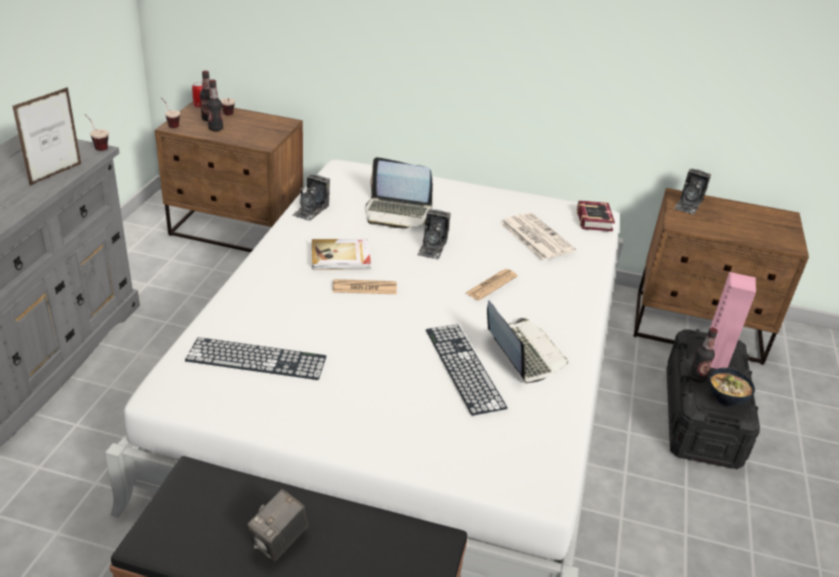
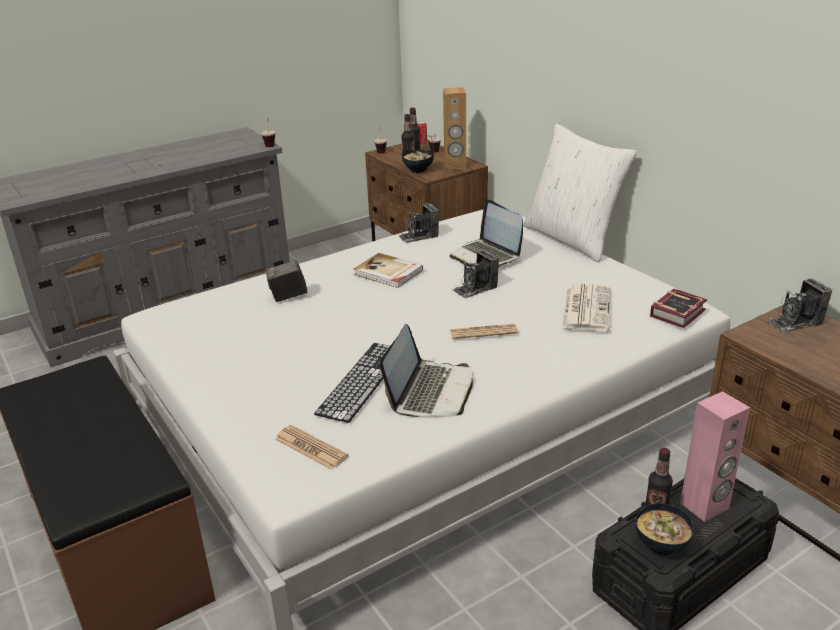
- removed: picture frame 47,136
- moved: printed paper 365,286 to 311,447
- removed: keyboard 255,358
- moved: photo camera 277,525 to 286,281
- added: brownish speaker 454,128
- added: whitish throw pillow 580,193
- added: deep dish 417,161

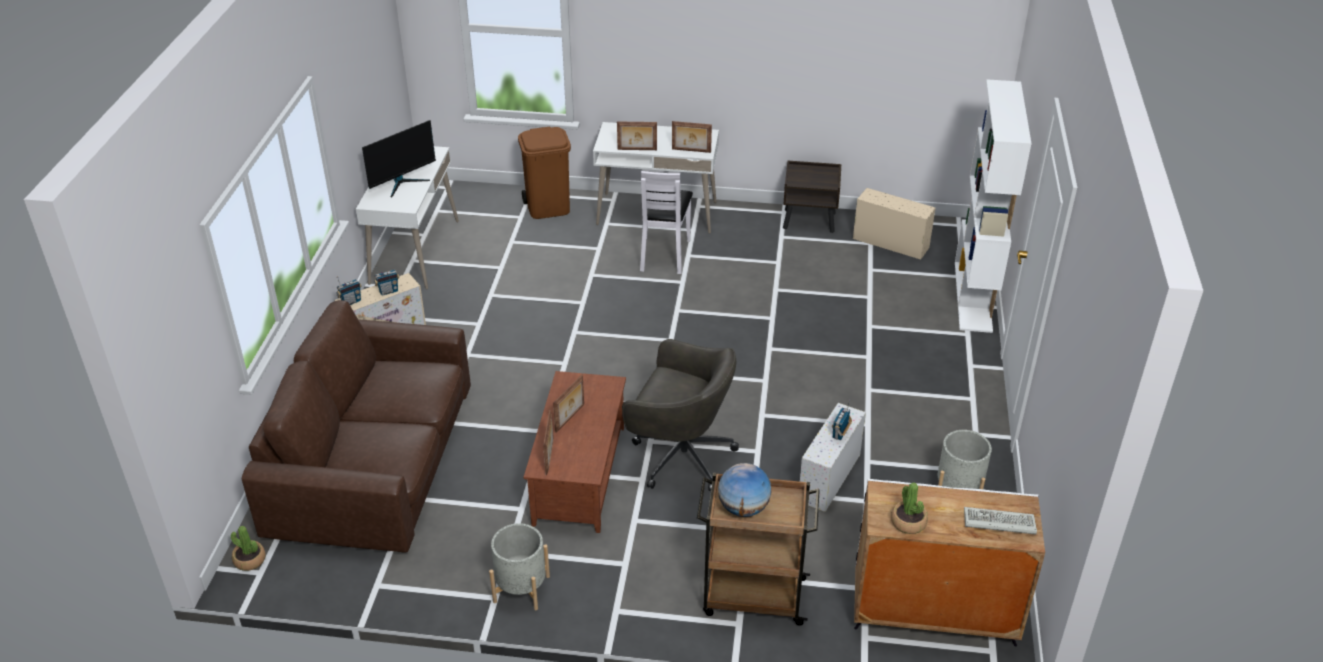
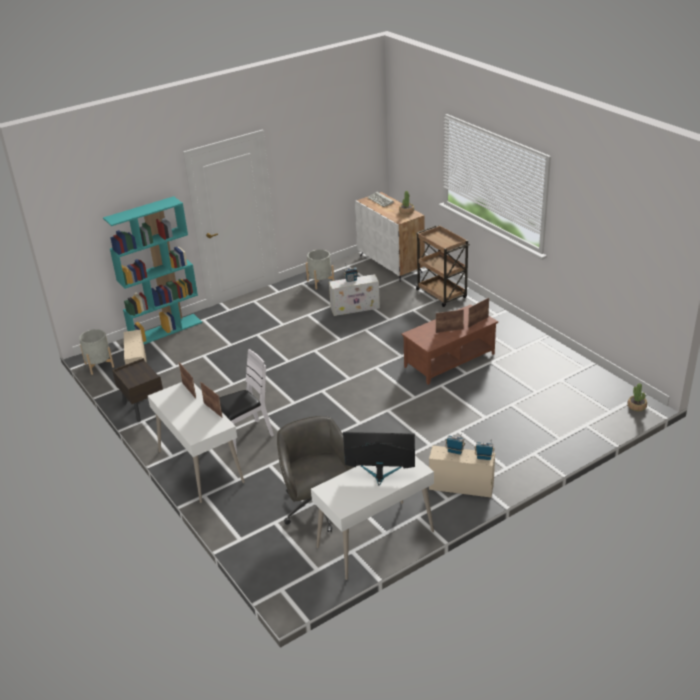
- recoloured: whitish bookcase 993,206 to turquoise bookcase 152,270
- removed: brownish trash can 544,173
- removed: brownish sofa 356,426
- moved: greyish computer chair 680,415 to 317,474
- removed: world globe 745,490
- moved: greyish flower pot 519,566 to 96,352

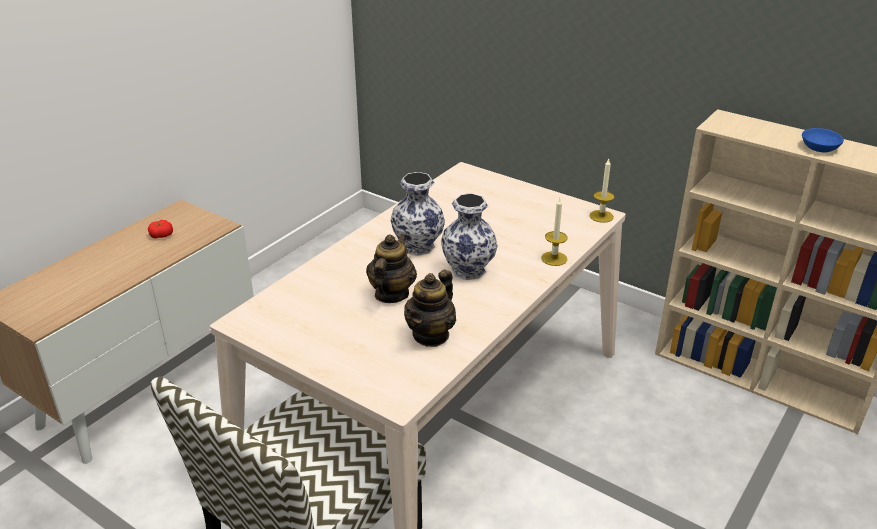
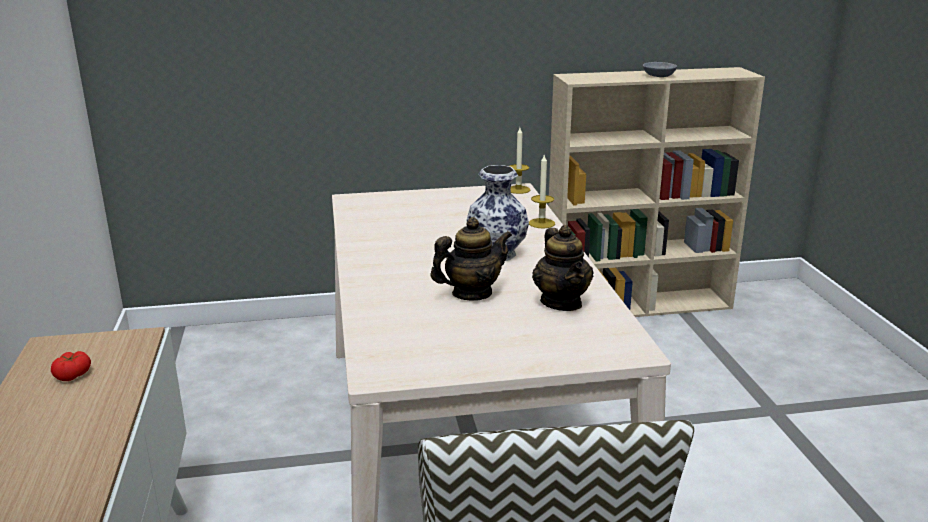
- recoloured: blue-coloured deep dish 823,140 to greyish deep dish 660,69
- removed: decorative vase 417,214
- turned: tea pot 391,268 = 471,258 90 degrees clockwise

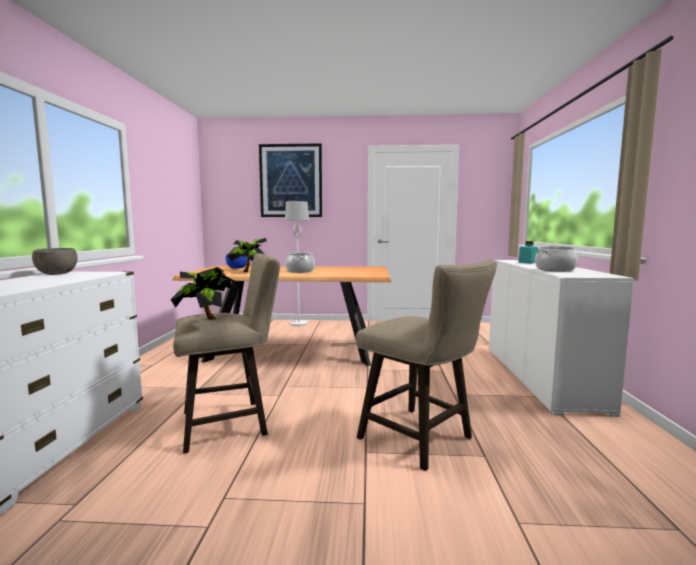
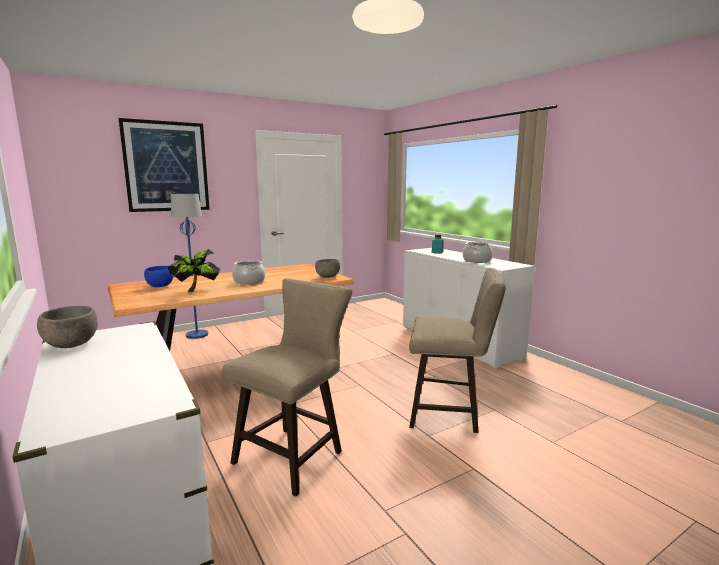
- recoloured: whitish standing lamp 297,263 to blue-coloured standing lamp 189,266
- removed: potted plant 202,293
- added: greyish deep dish 327,268

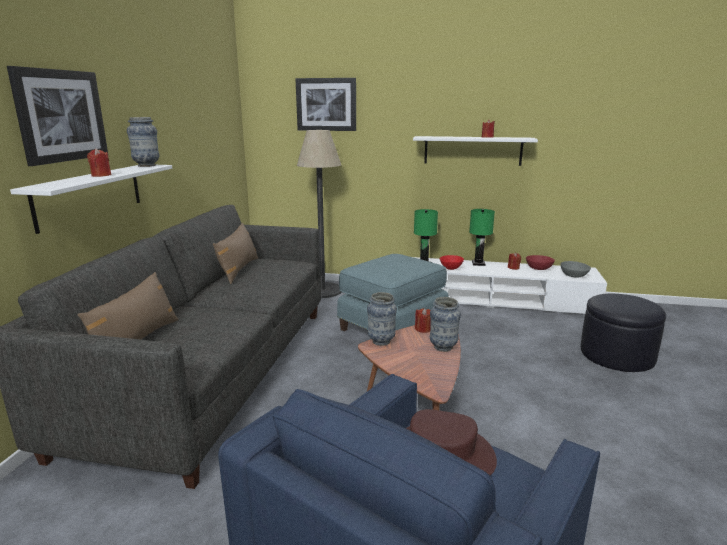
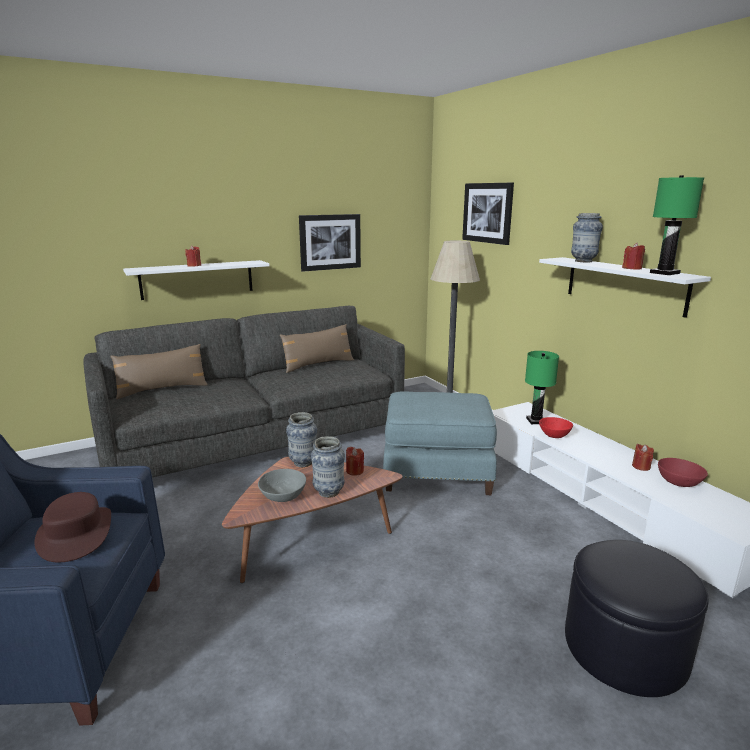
- moved: wall picture 57,116 to 330,243
- moved: decorative vase 143,142 to 587,237
- moved: greenish table lamp 482,237 to 677,225
- moved: greyish deep dish 576,269 to 282,485

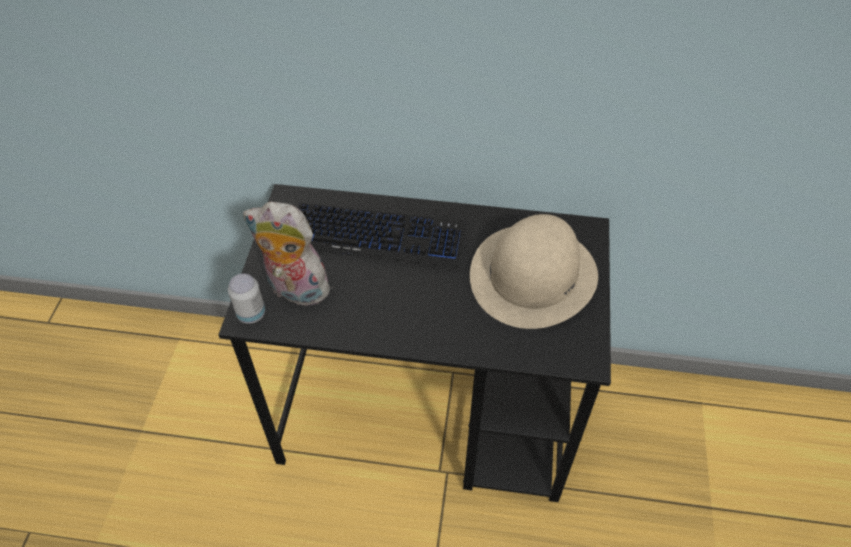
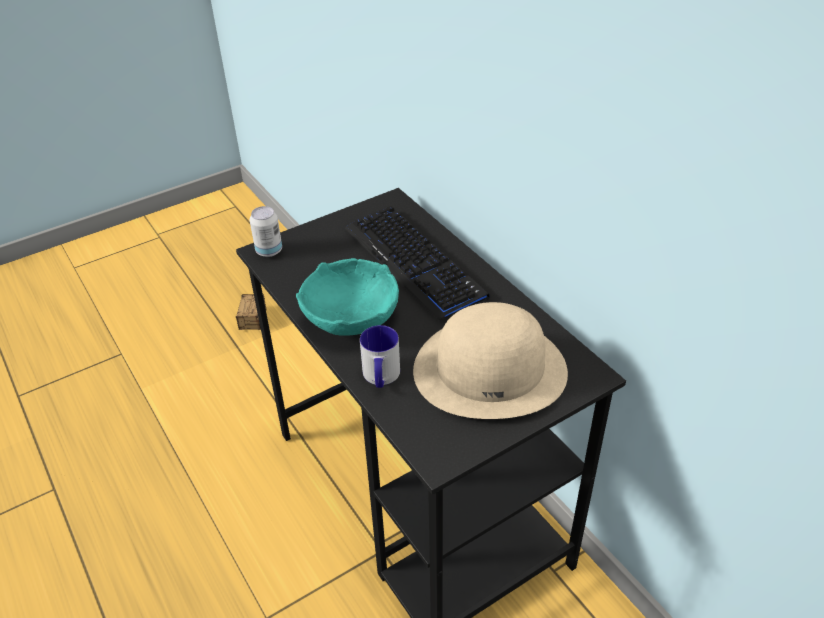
- removed: soft toy 290,254
- added: turquoise deep dish 347,297
- added: storage container 251,312
- added: mug 380,356

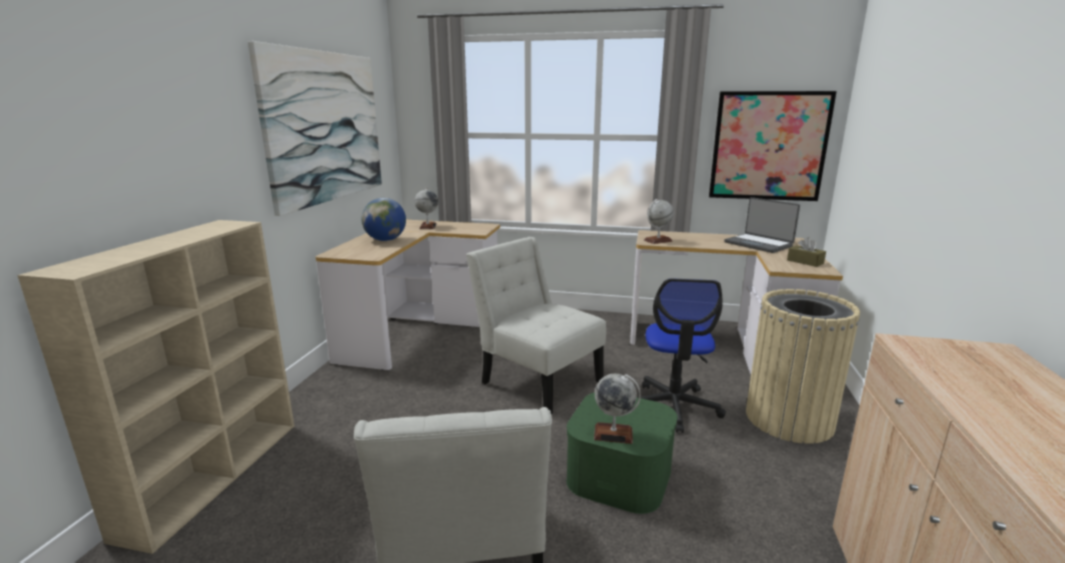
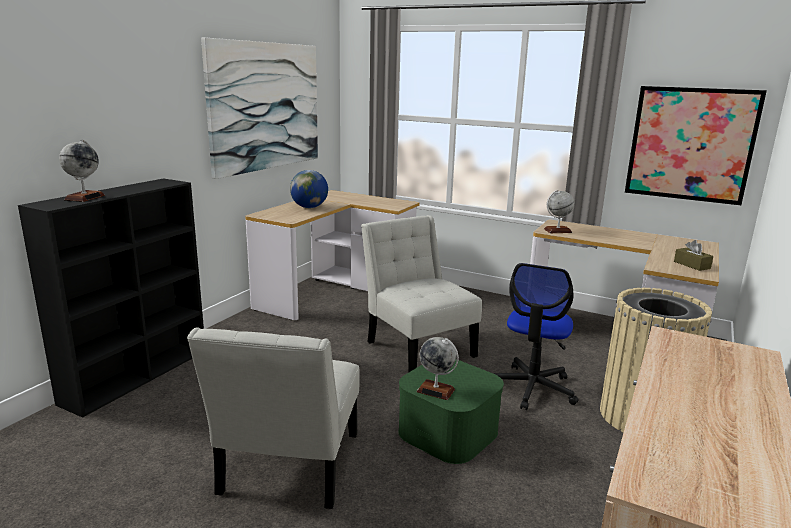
- moved: world globe 426,208 to 82,170
- removed: notebook computer 762,225
- recoloured: beige-coloured bookcase 155,387 to black-coloured bookcase 111,298

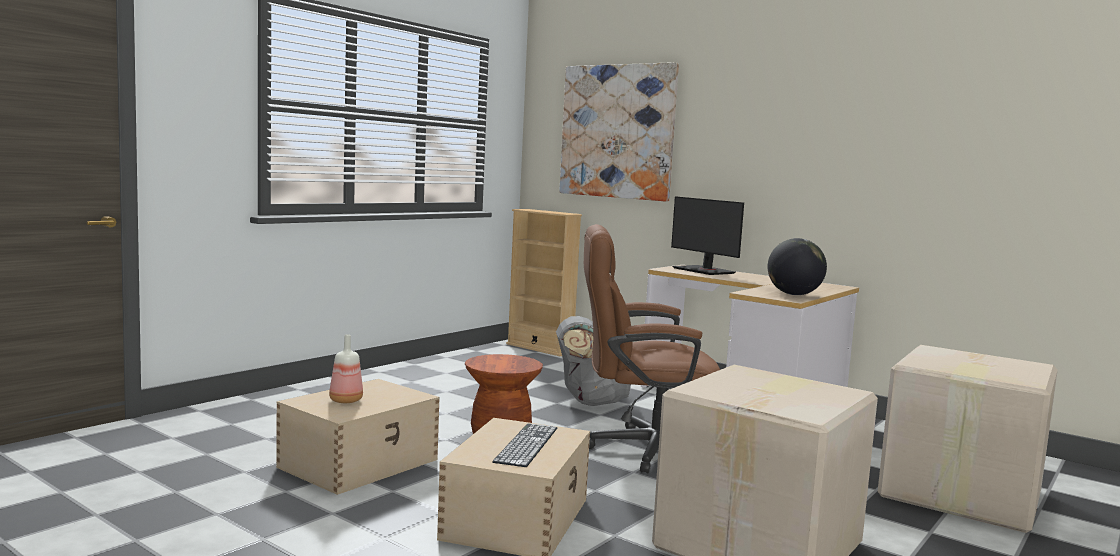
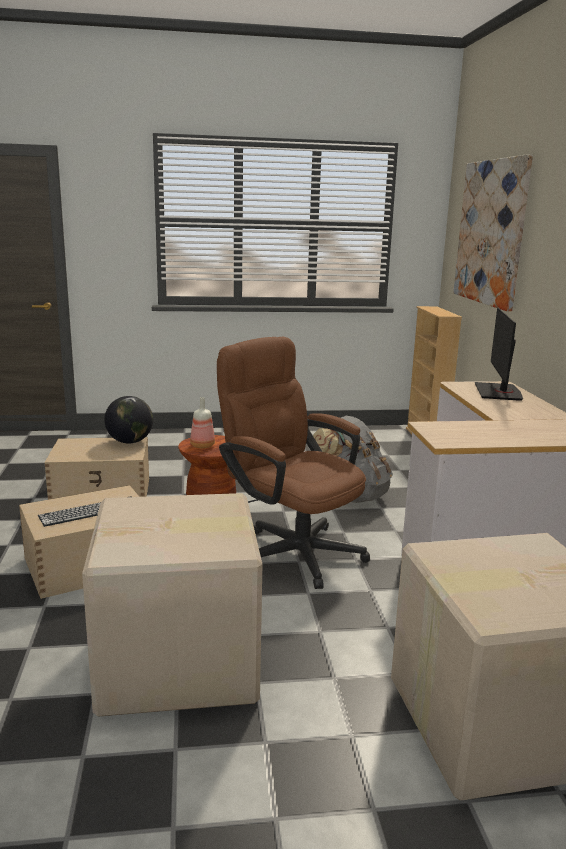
- moved: world globe 797,266 to 128,419
- moved: drink bottle 346,368 to 202,422

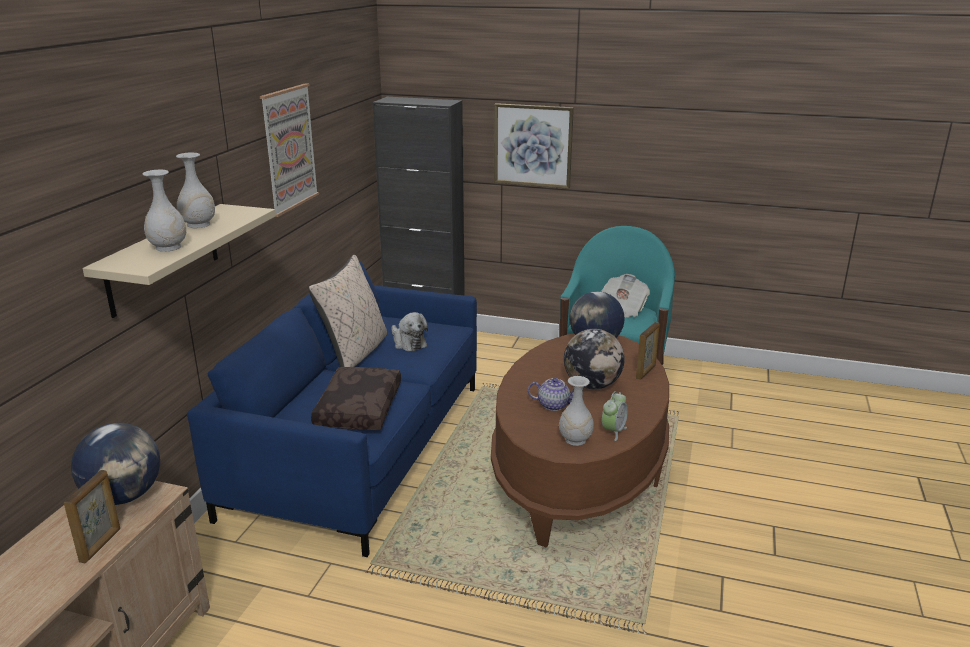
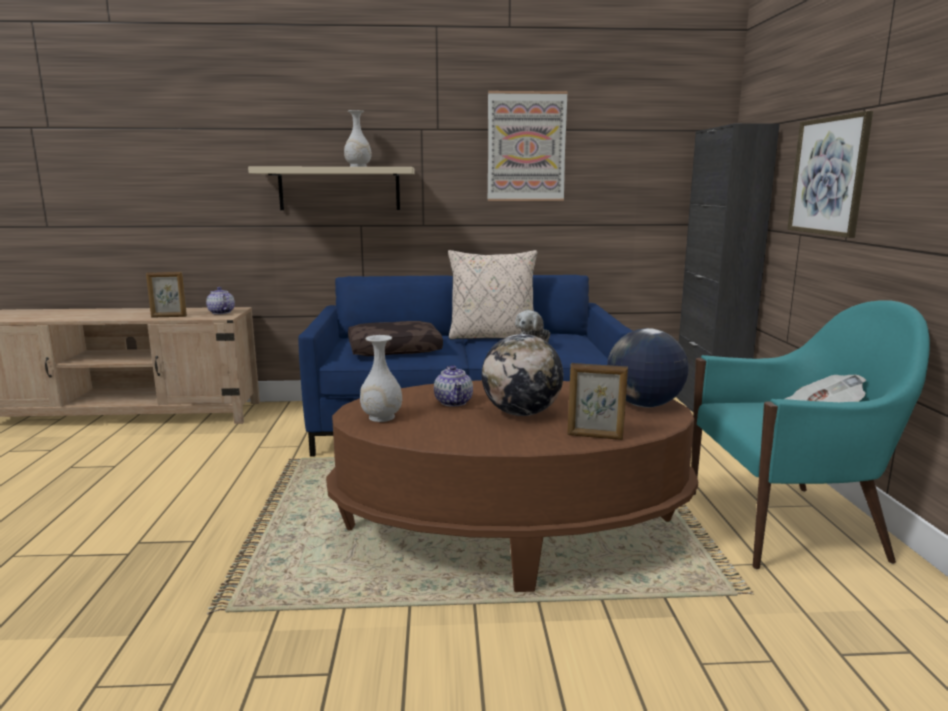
- removed: whitish decorative vase 164,211
- removed: table clock 615,416
- replaced: world globe 115,464 to tea pot 220,300

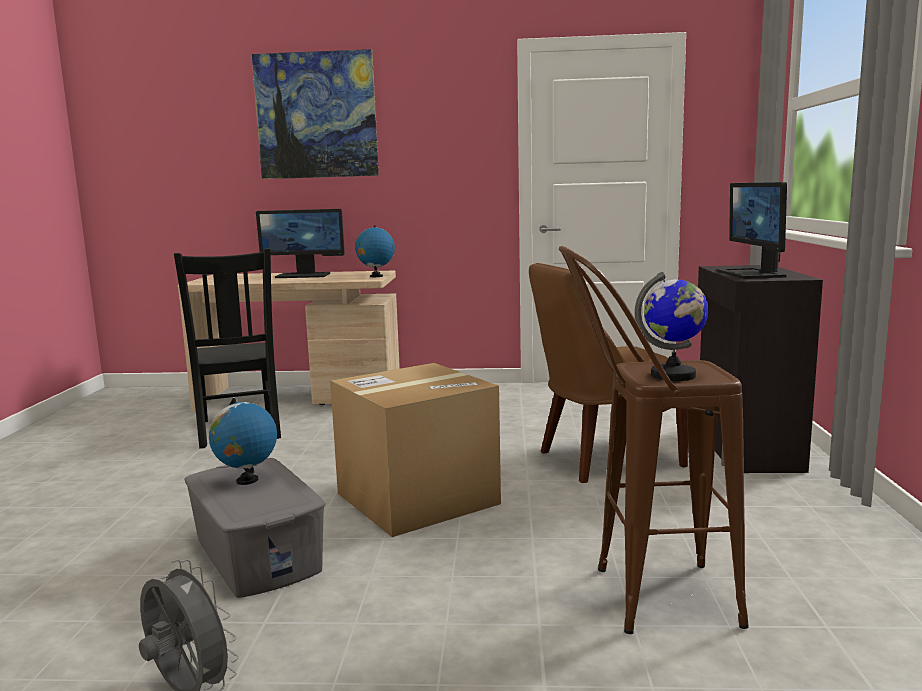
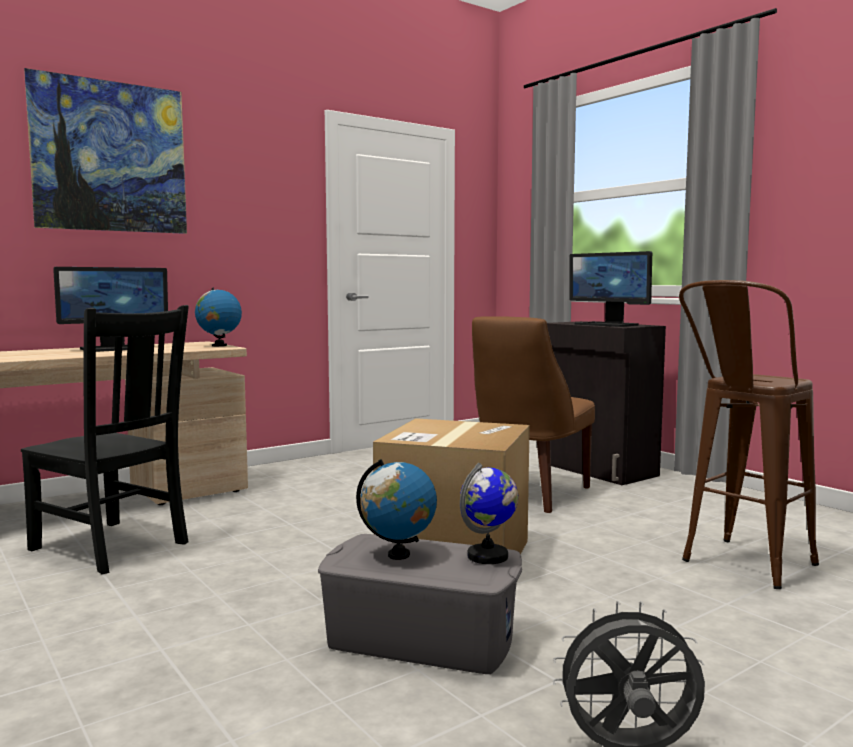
- moved: world globe 672,326 to 489,513

